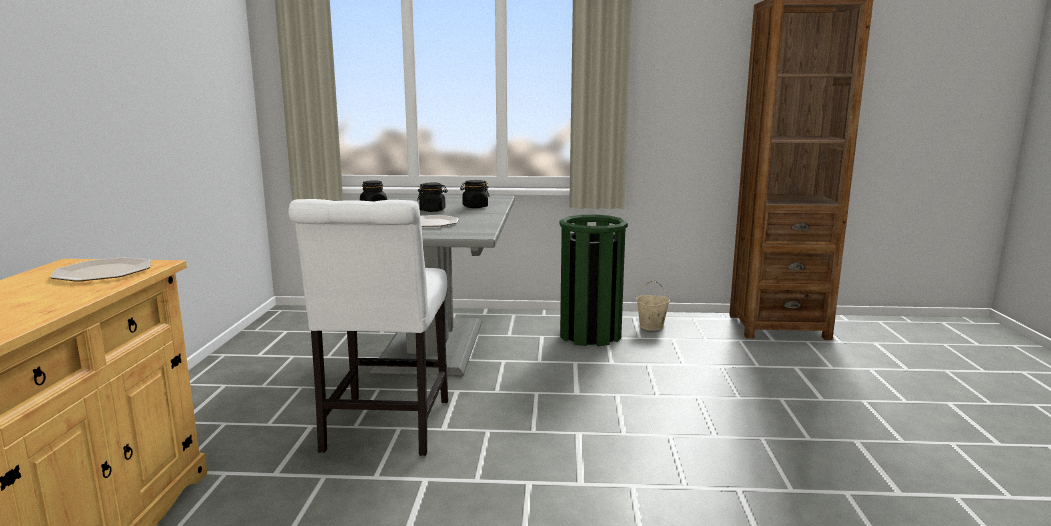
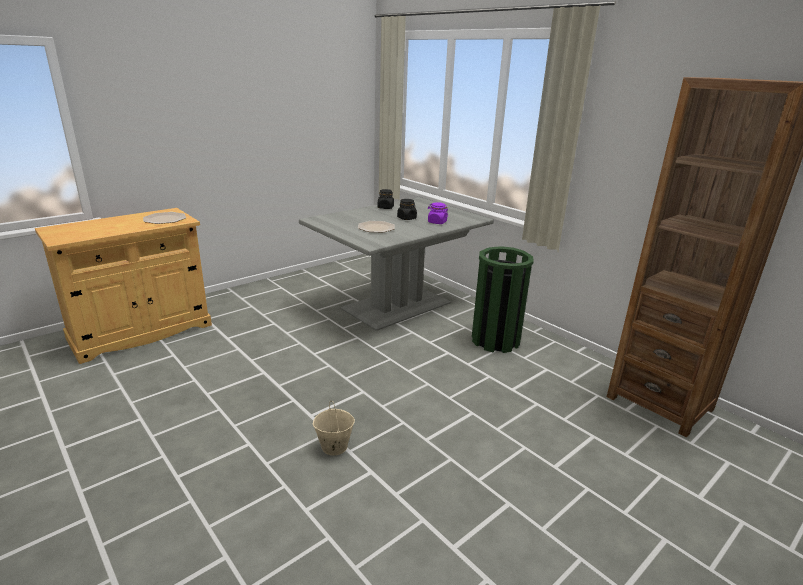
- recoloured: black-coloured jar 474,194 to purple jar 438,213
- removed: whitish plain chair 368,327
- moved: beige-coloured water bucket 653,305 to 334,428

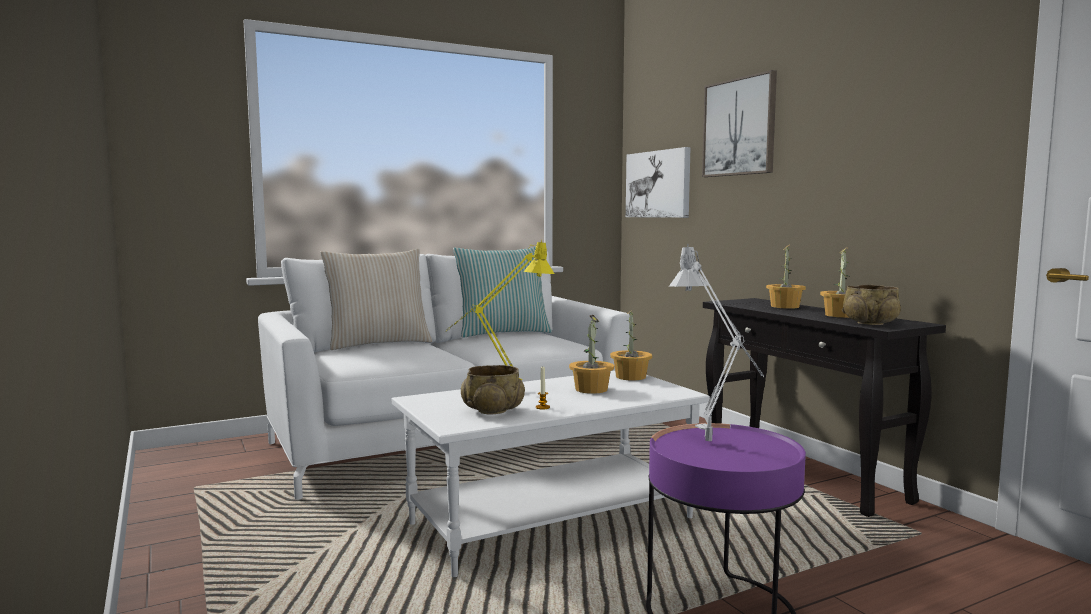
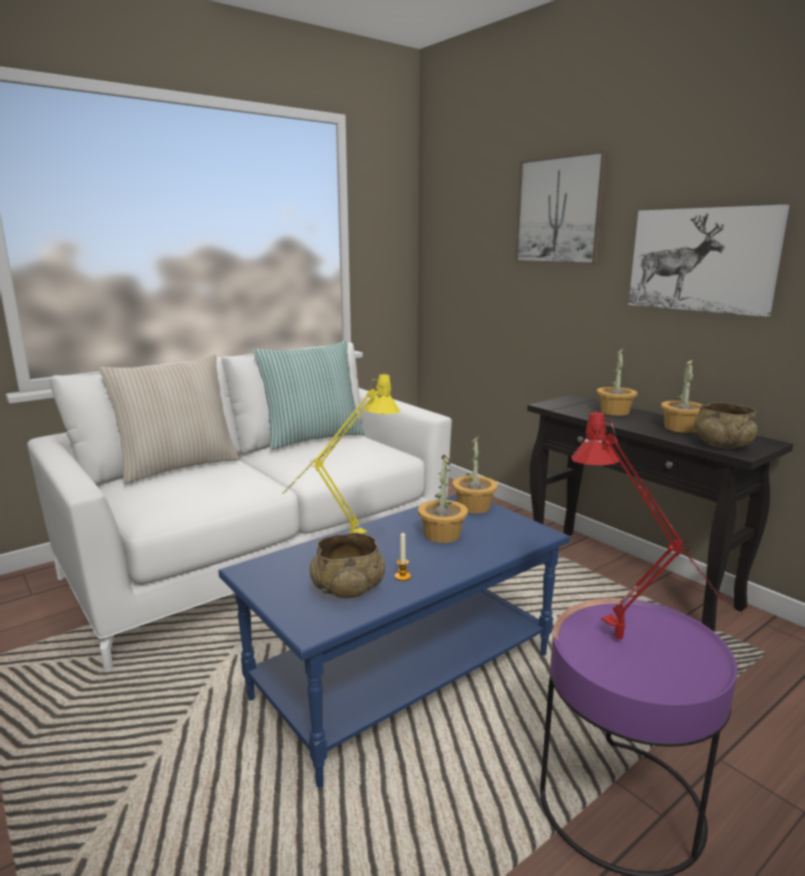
- moved: wall picture 658,182 to 709,261
- recoloured: greyish table lamp 716,342 to red-coloured table lamp 647,524
- recoloured: whitish lounge table 551,474 to blue-coloured lounge table 394,641

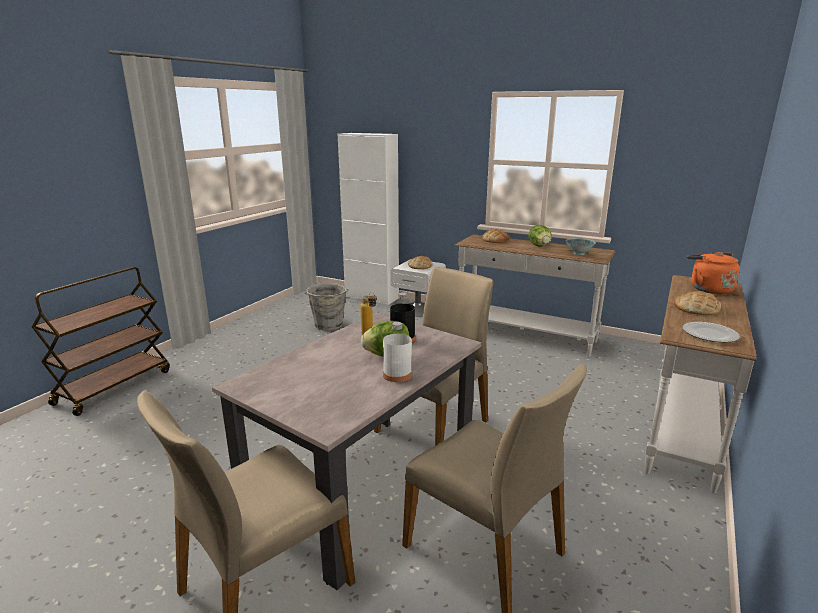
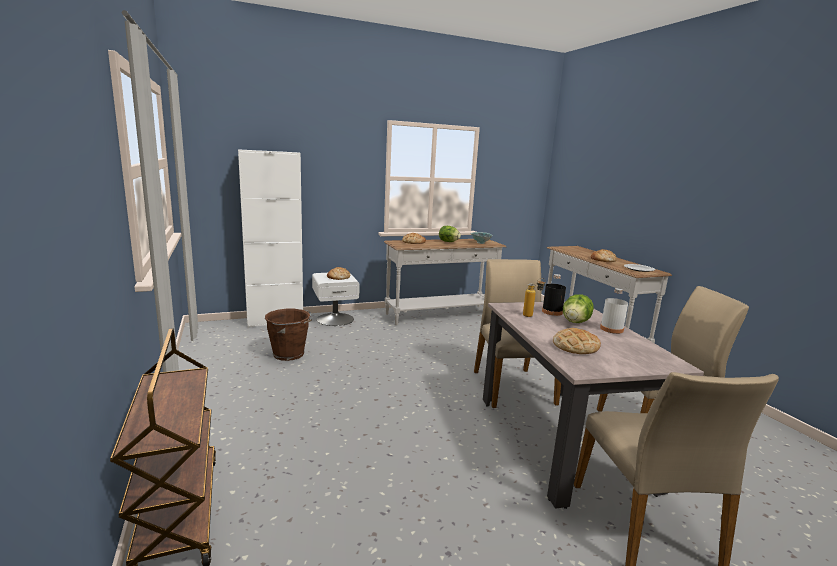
- removed: orange-coloured tea kettle 713,273
- recoloured: greyish water bucket 327,307 to brownish water bucket 288,335
- added: baked bread 577,341

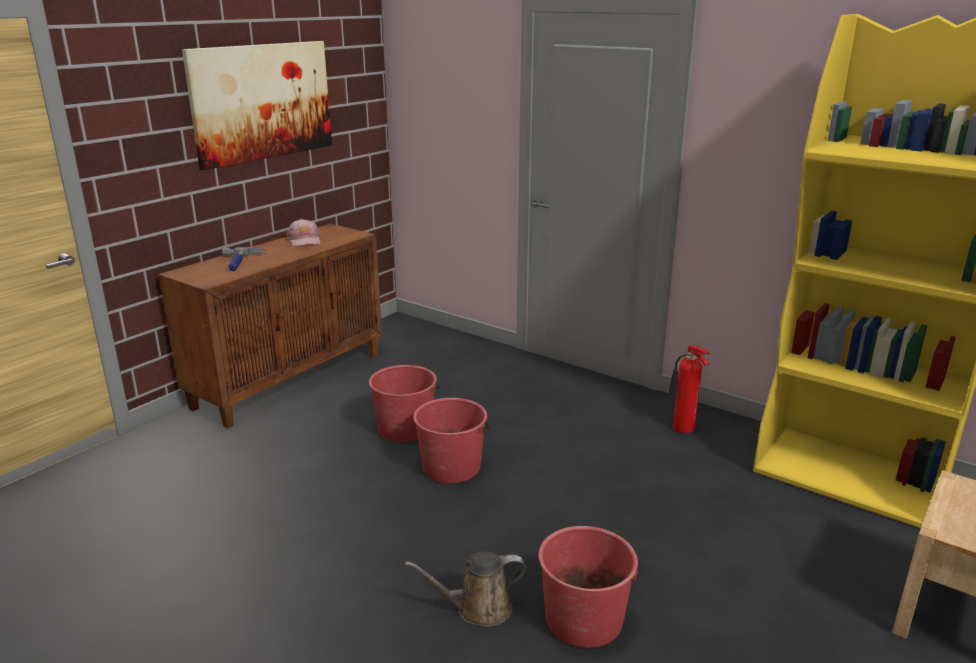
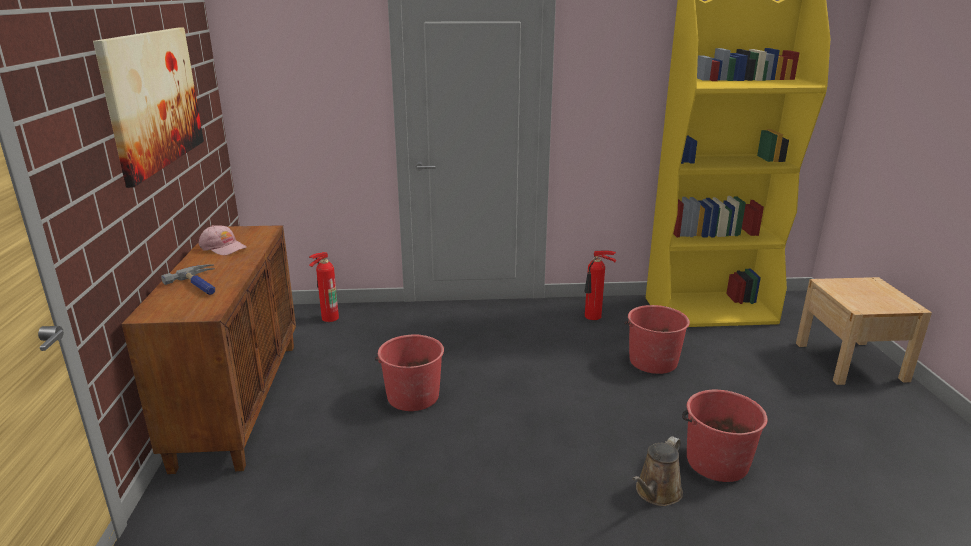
- moved: red-coloured water bucket 451,440 to 657,339
- added: fire extinguisher 324,287

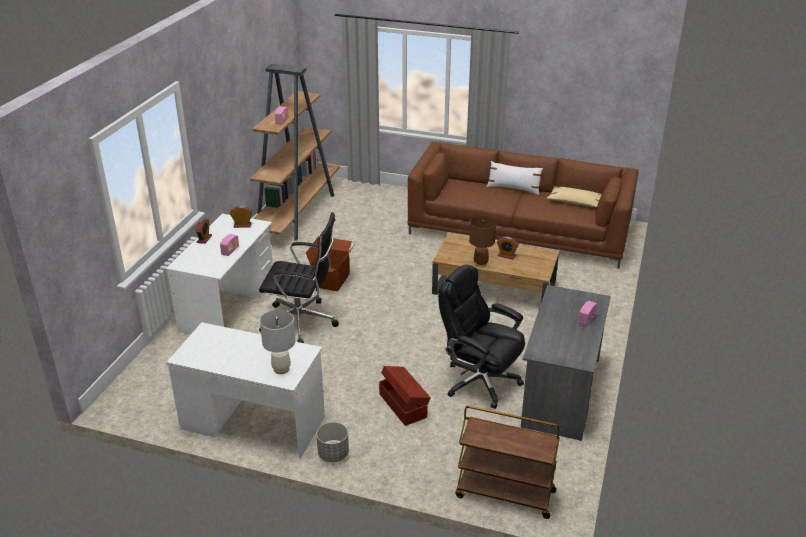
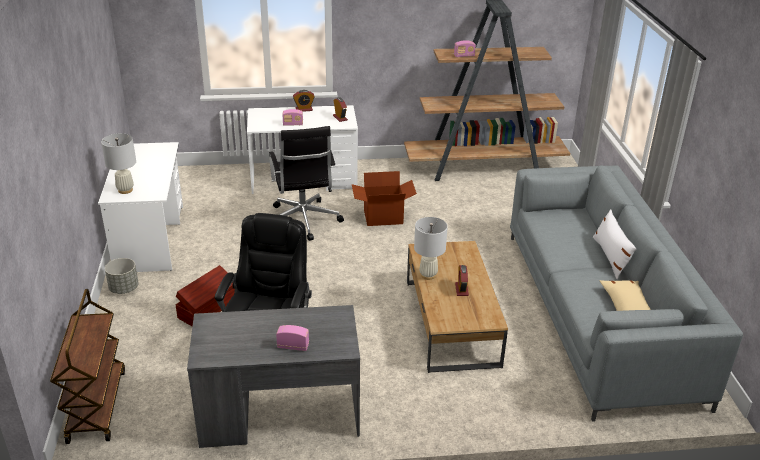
- recoloured: brownish sofa 523,205 to greyish sofa 626,293
- recoloured: brownish table lamp 482,241 to whitish table lamp 431,248

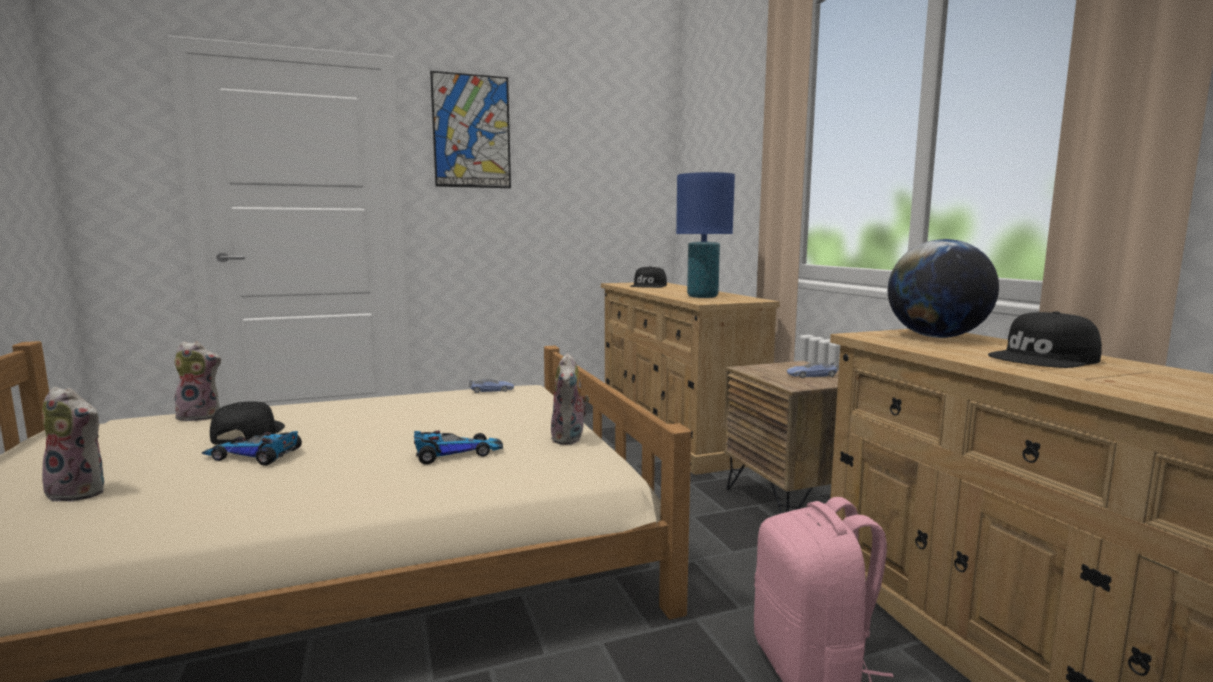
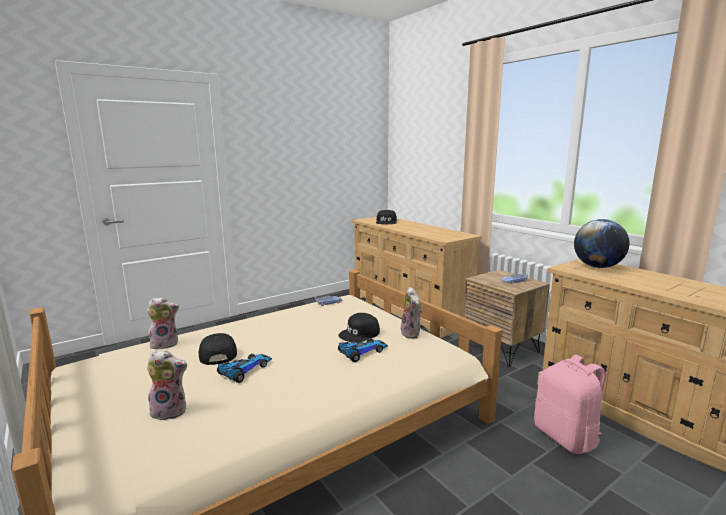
- removed: wall picture 470,129
- removed: blue-coloured table lamp 705,235
- moved: black-coloured peaked cap 1045,339 to 359,327
- turned: miniature car 252,448 = 244,368 135 degrees clockwise

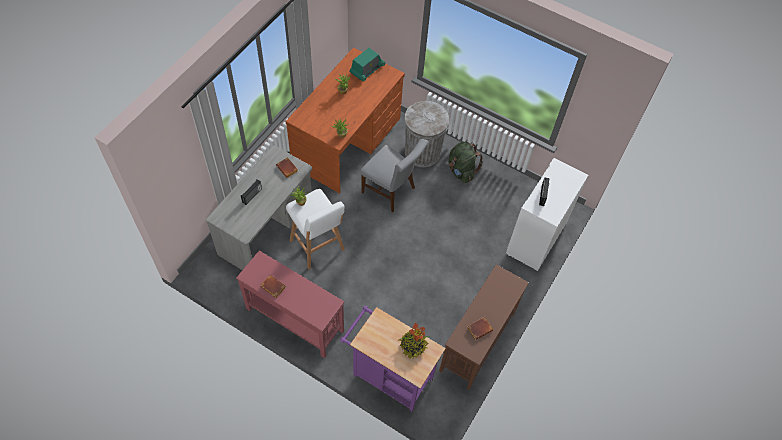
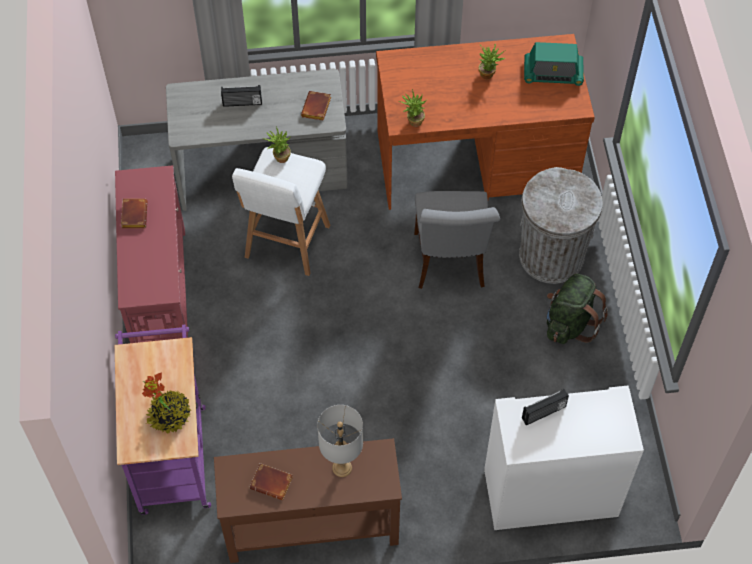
- added: greyish table lamp 340,441

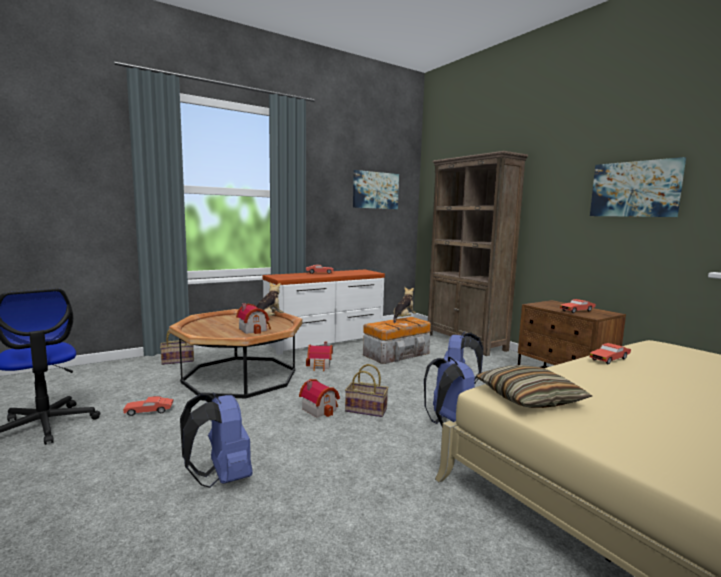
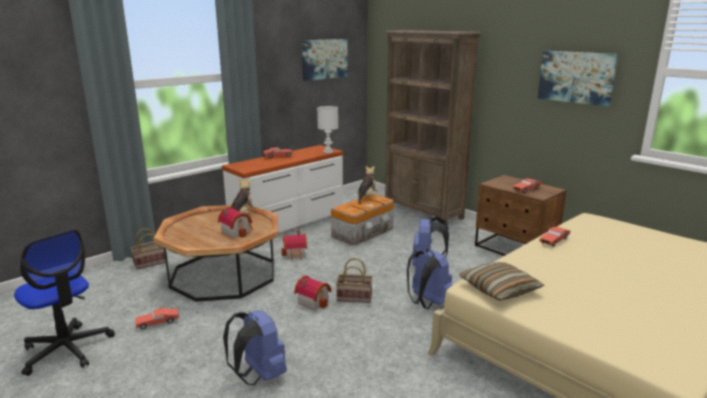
- added: whitish table lamp 327,129

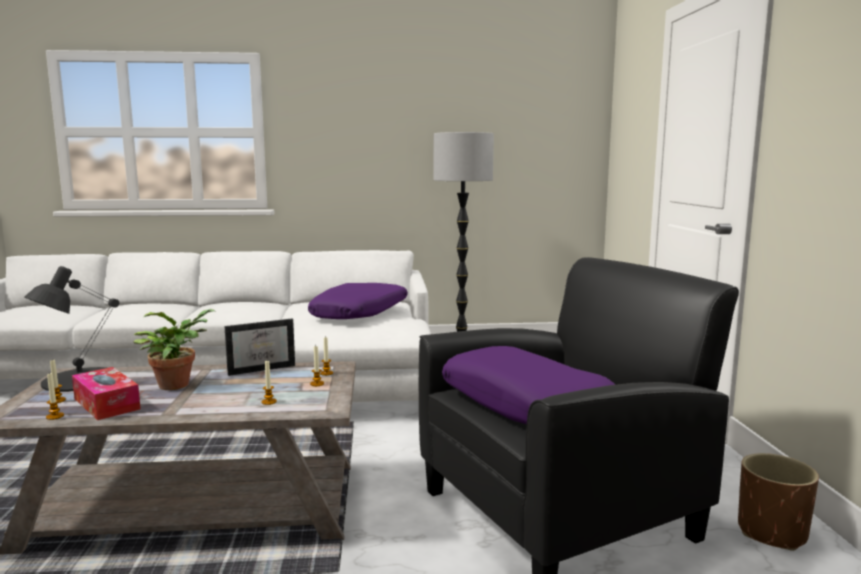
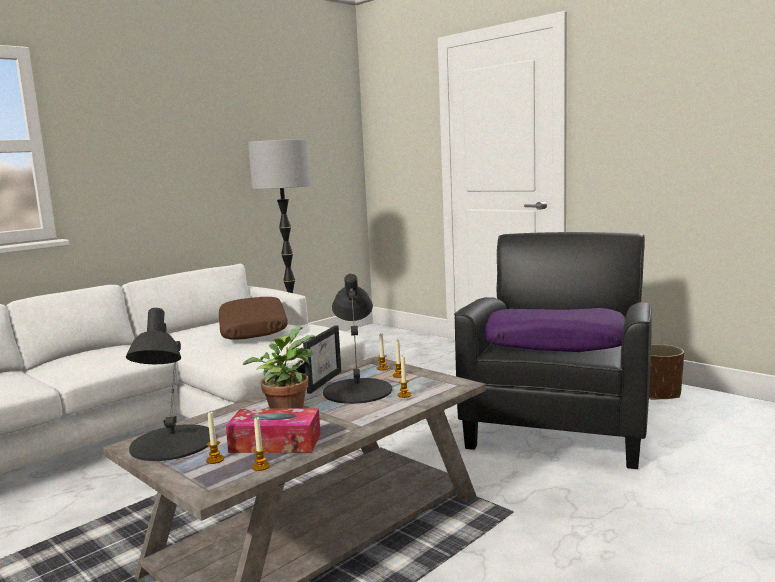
- recoloured: purple throw pillow 358,301 to brownish throw pillow 253,318
- added: black-coloured table lamp 357,339

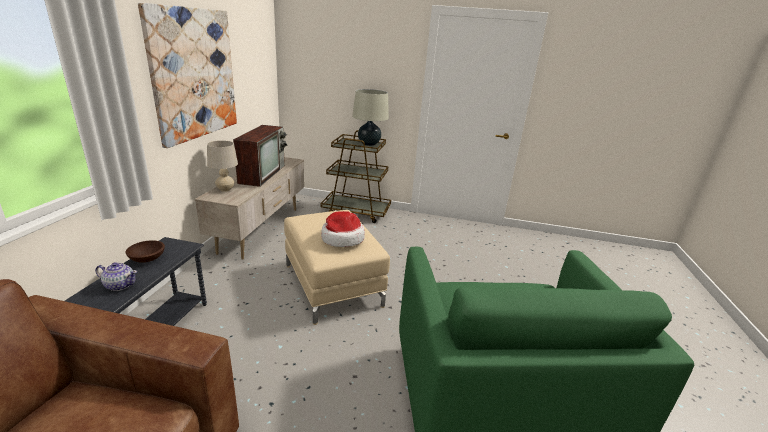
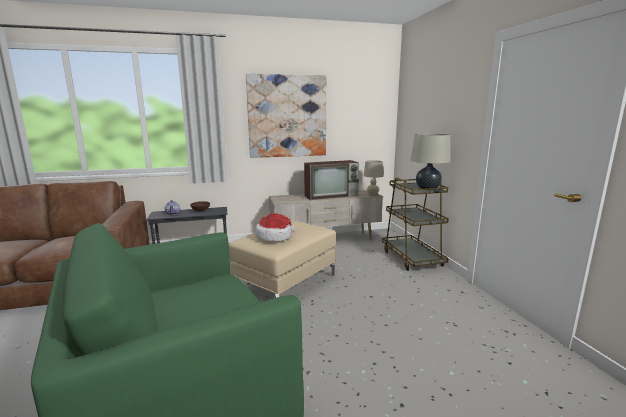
- moved: beige-coloured table lamp 222,166 to 374,177

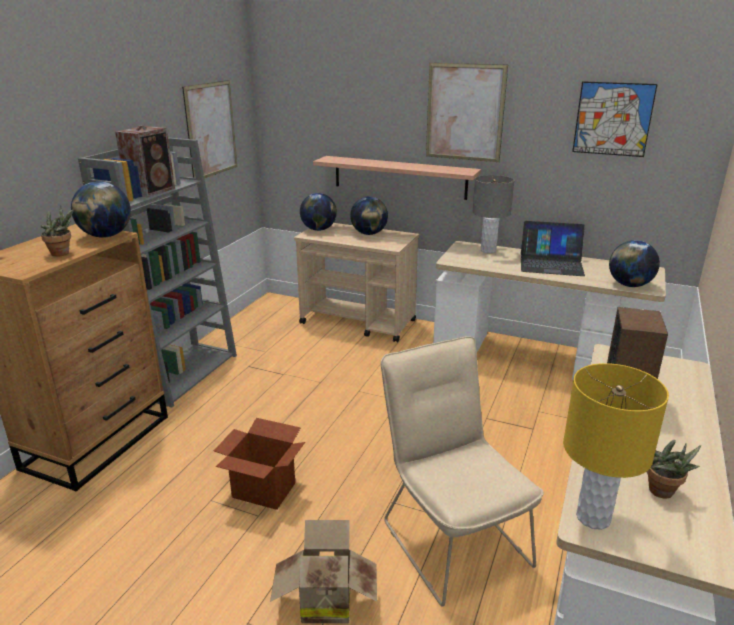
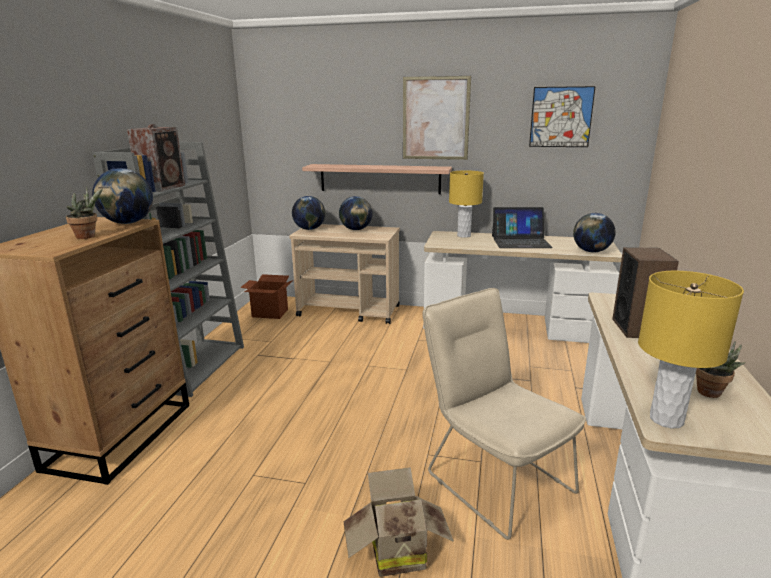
- removed: wall picture 209,129
- recoloured: greyish table lamp 493,214 to yellowish table lamp 466,204
- moved: carton 259,464 to 266,296

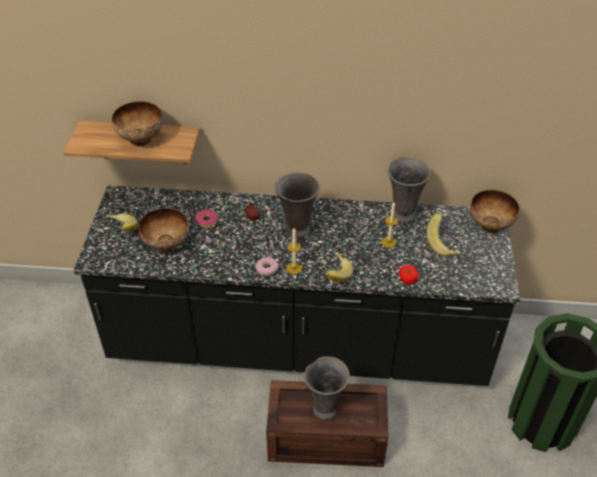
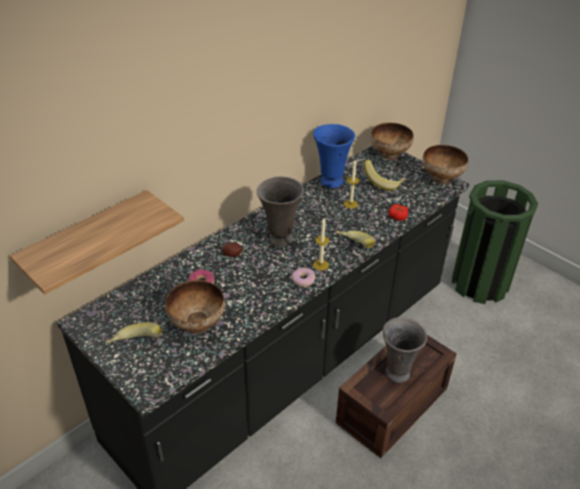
- moved: deep dish 137,123 to 445,165
- recoloured: greyish decorative vase 409,190 to blue-coloured decorative vase 334,156

